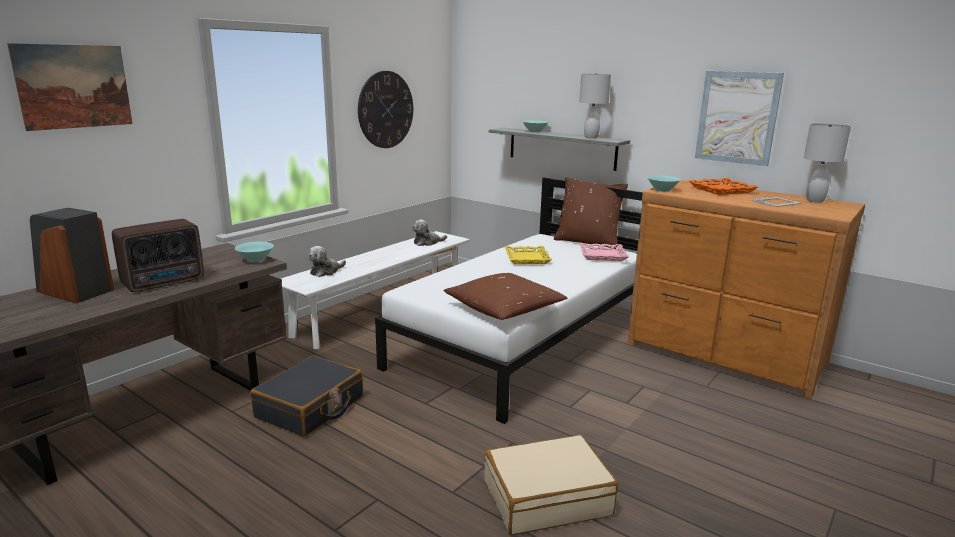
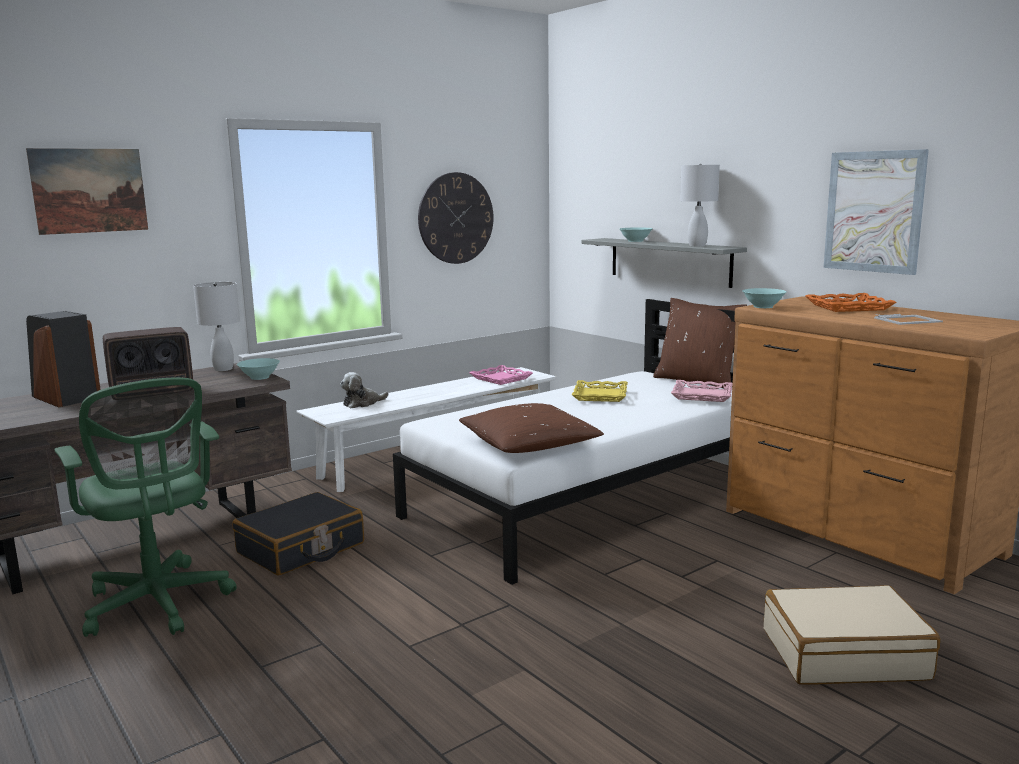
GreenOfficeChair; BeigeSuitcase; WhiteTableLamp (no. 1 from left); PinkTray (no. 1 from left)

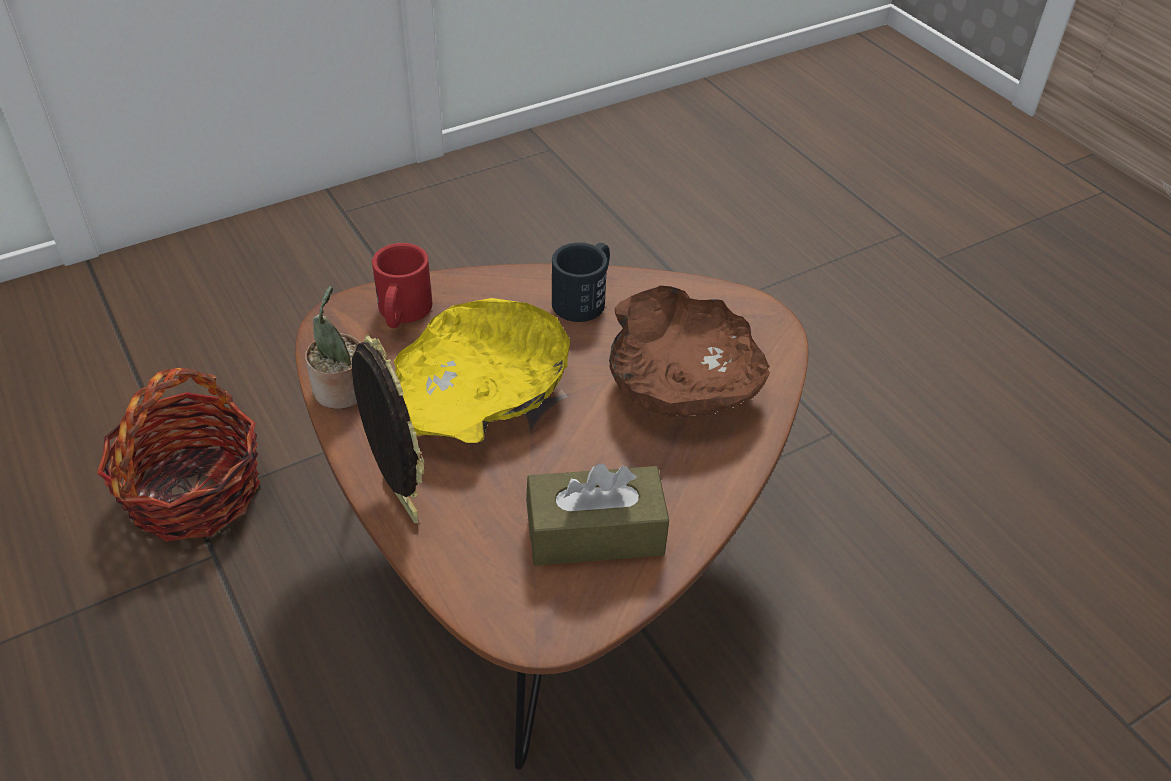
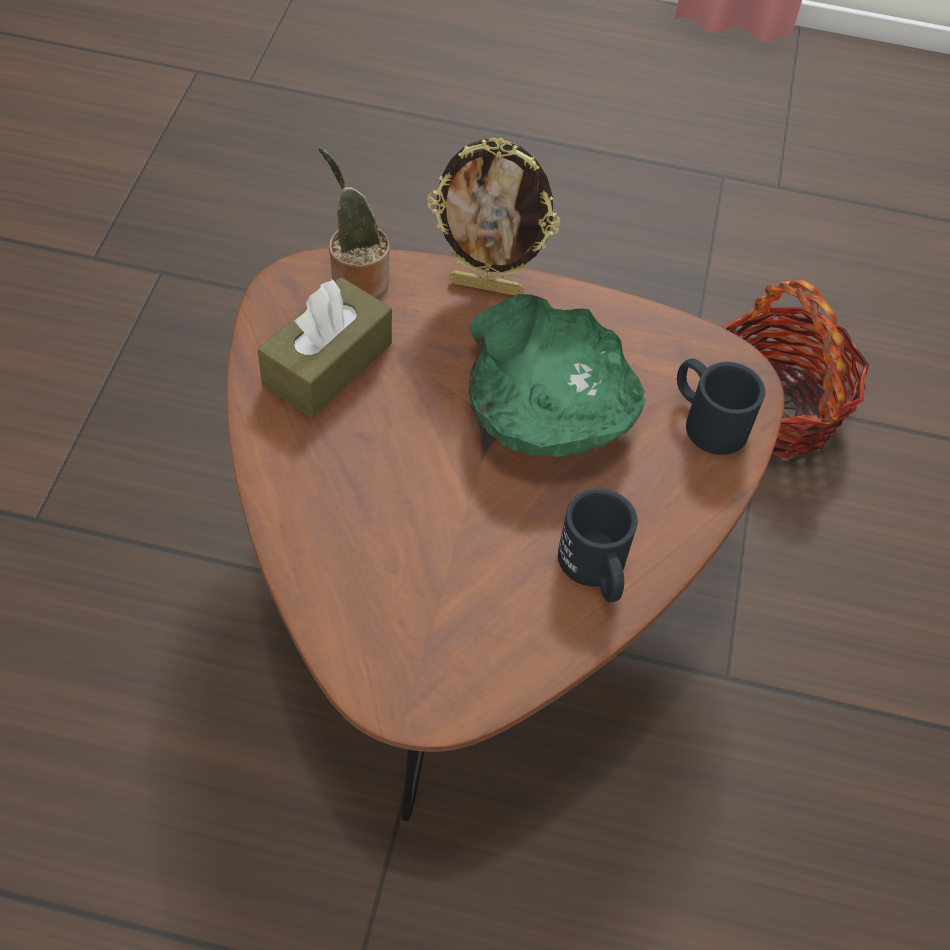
BrownBowl; PottedPlant; BlackMug (no. 2 from left); GreenBowl

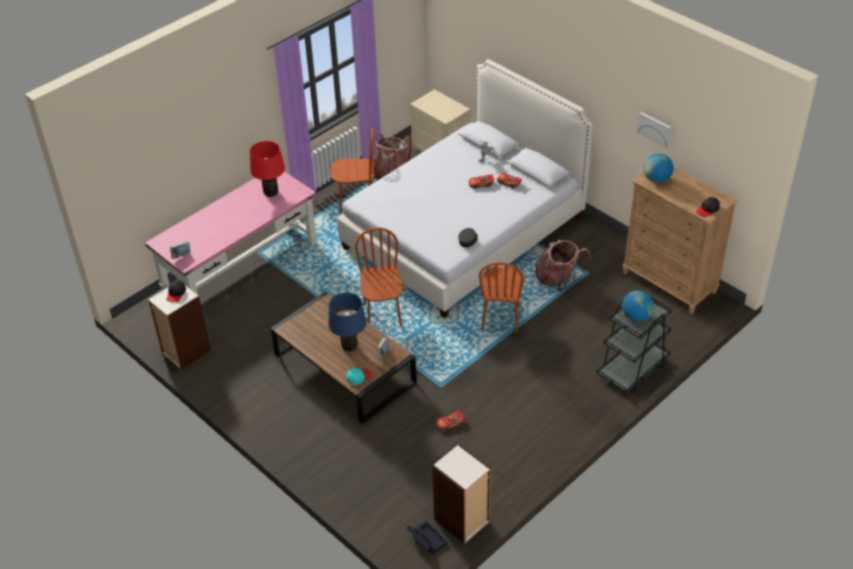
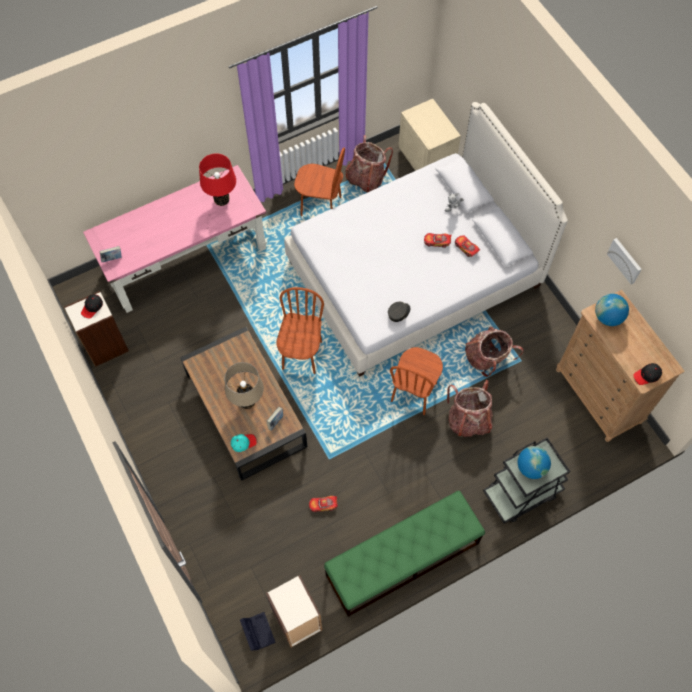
GreenBench; Backpack (no. 2 from left); BeigeTableLamp

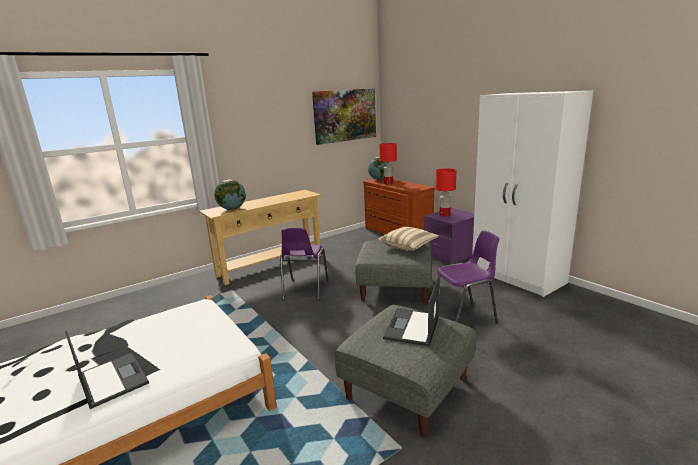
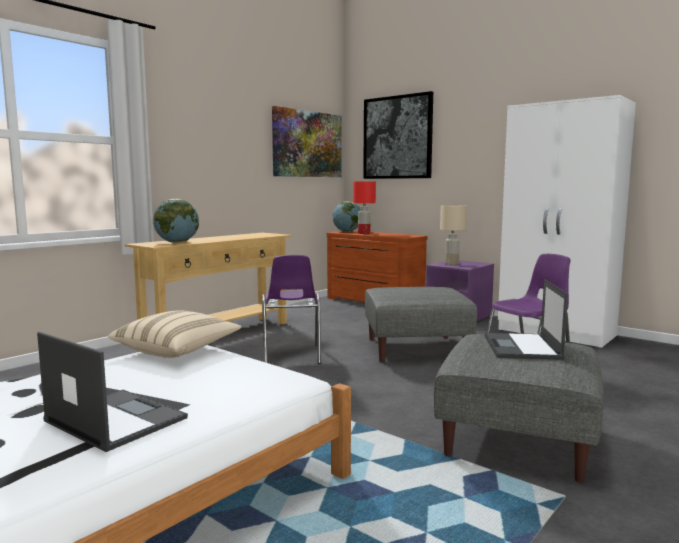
Picture (no. 2 from left); BeigePillow; BeigeTableLamp

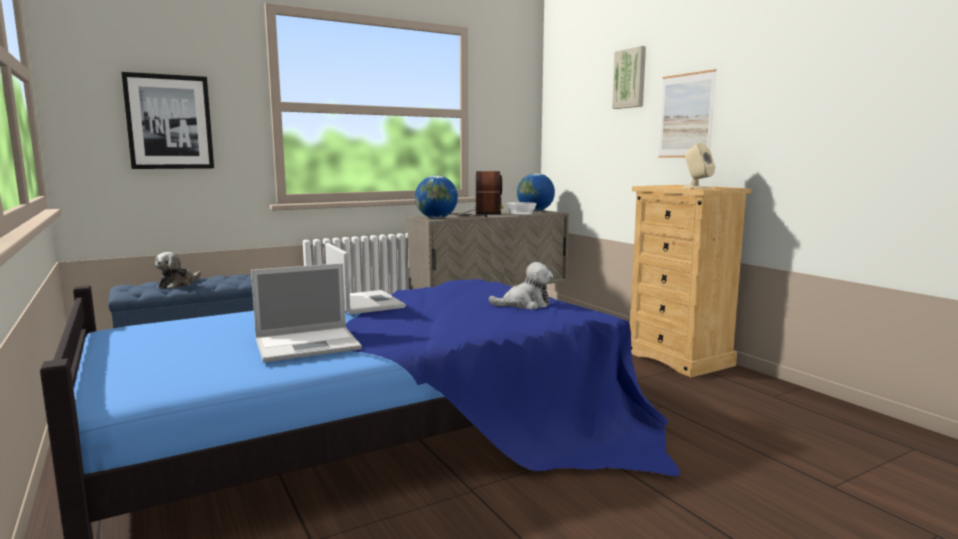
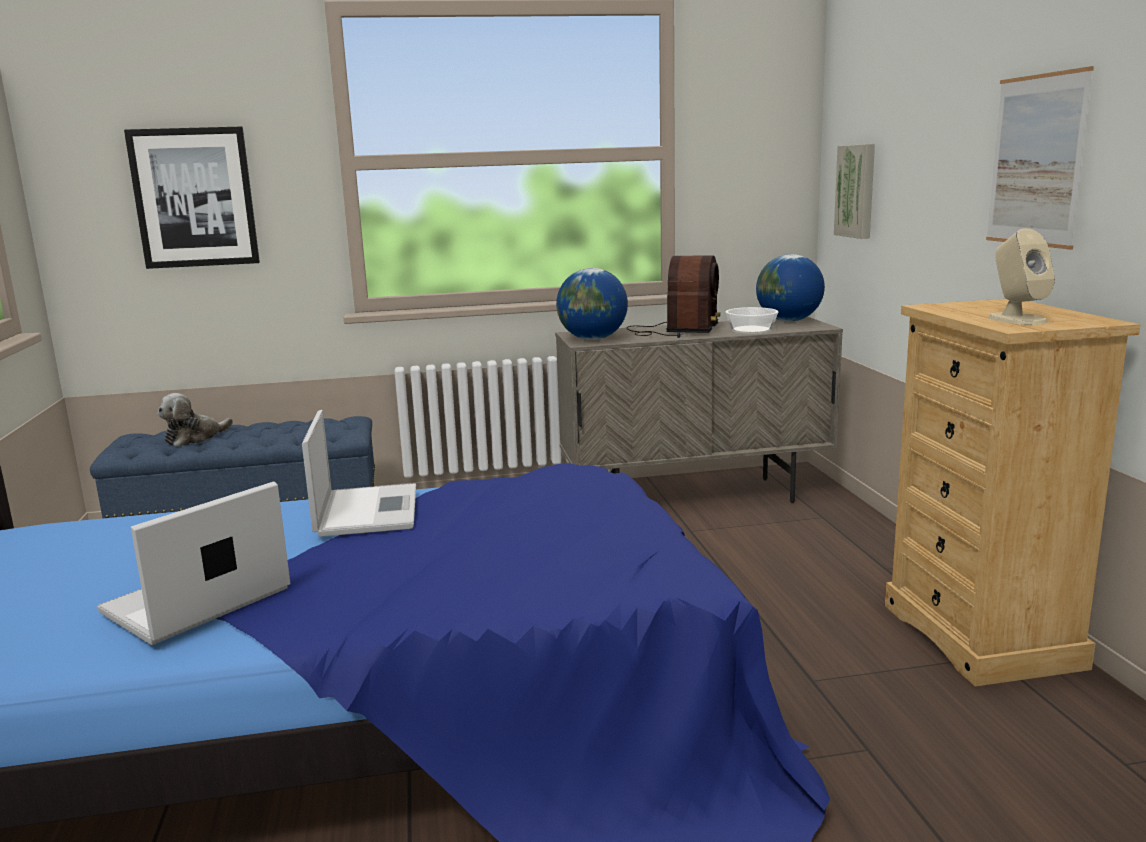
PlushToy (no. 2 from left in the first image); Picture (no. 2 from left); Laptop (no. 1 from left)

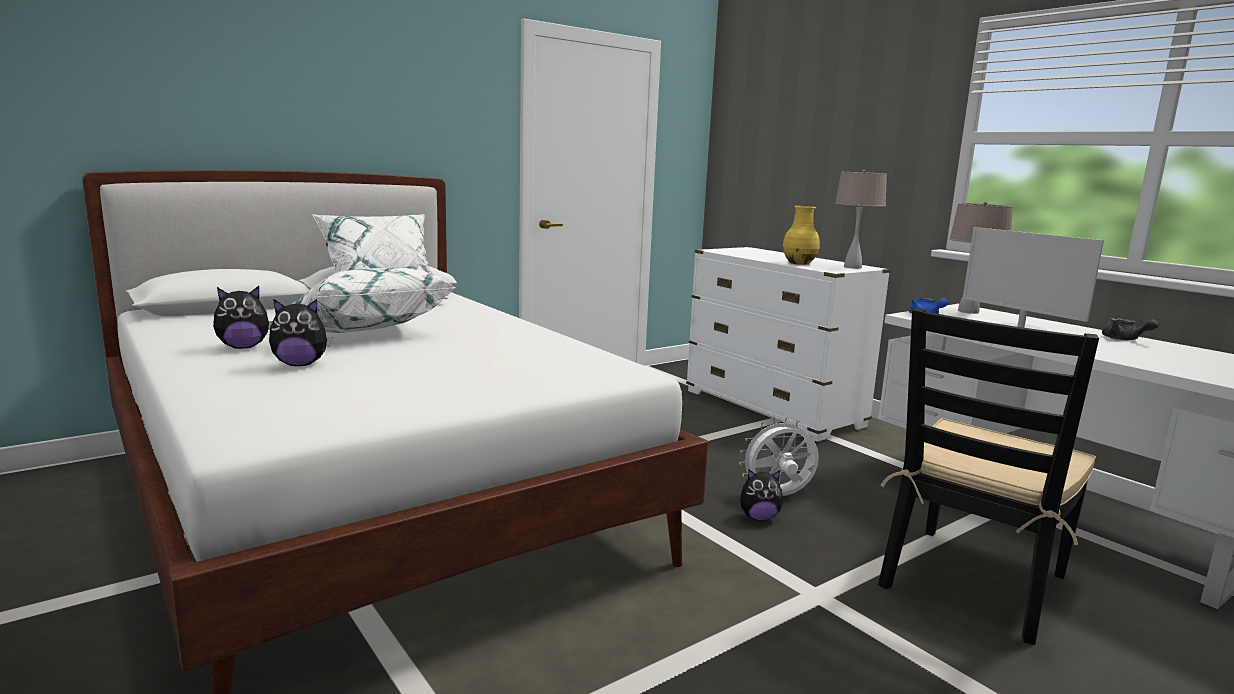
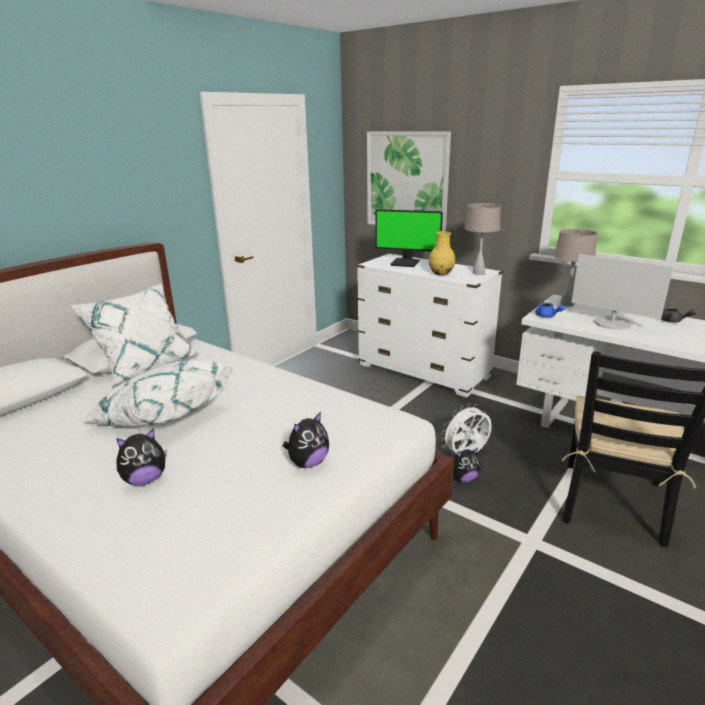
Picture; Monitor (no. 1 from left); PlushToy (no. 2 from left)

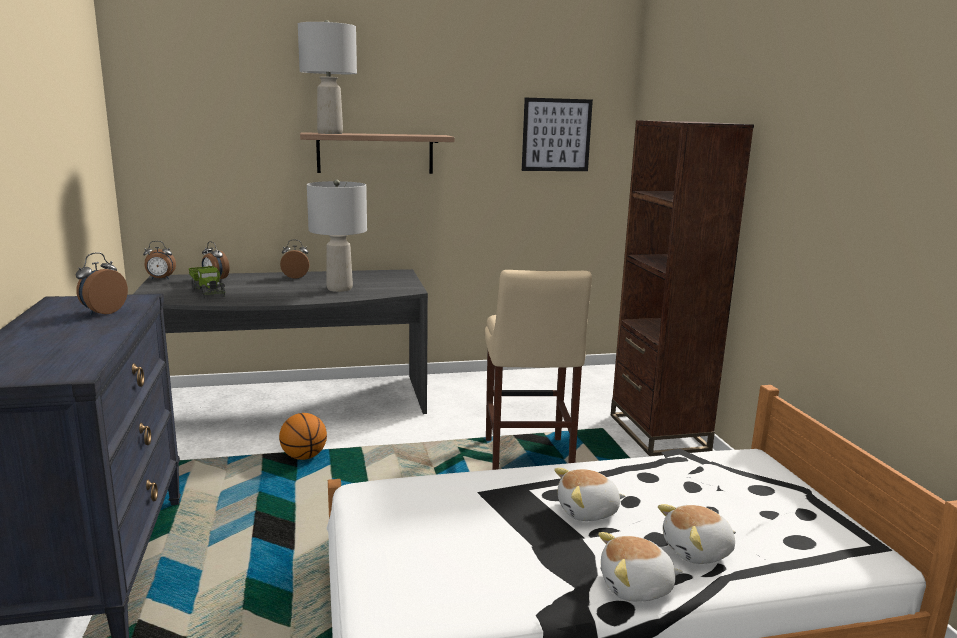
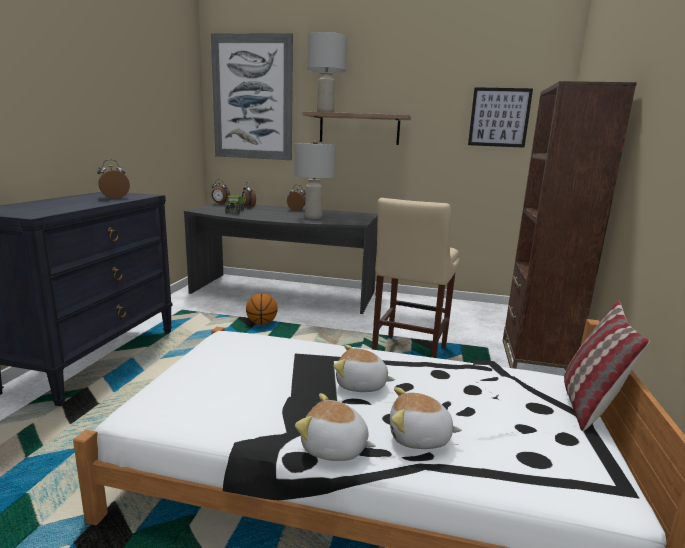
Picture (no. 1 from left); Pillow

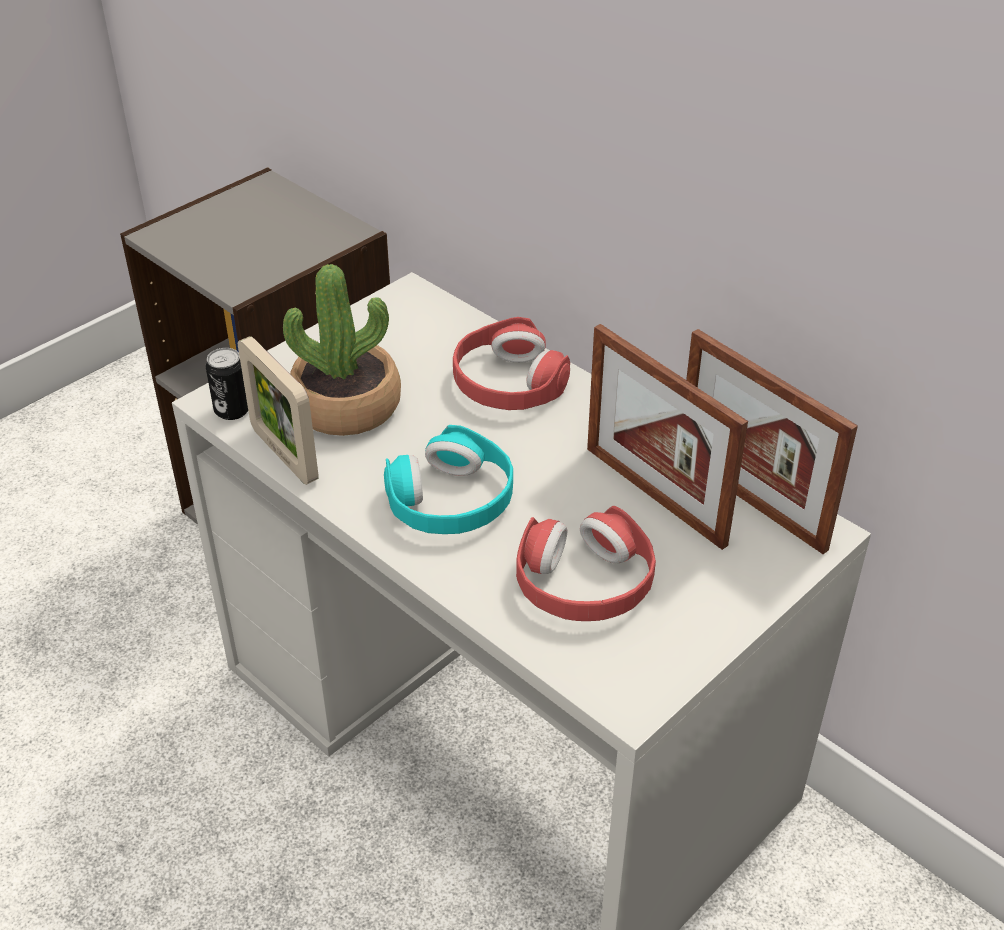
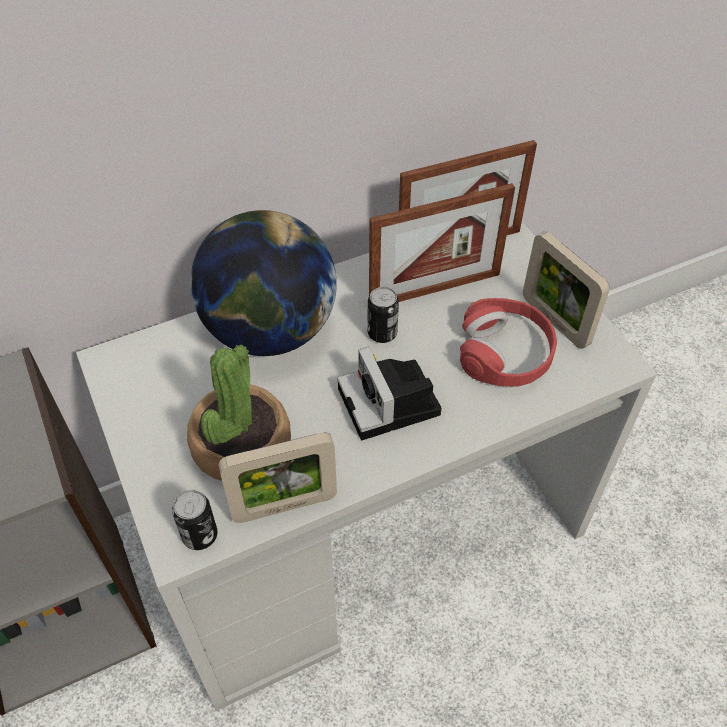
Can (no. 2 from left); PictureFrame (no. 4 from left); PhotoCamera; Globe

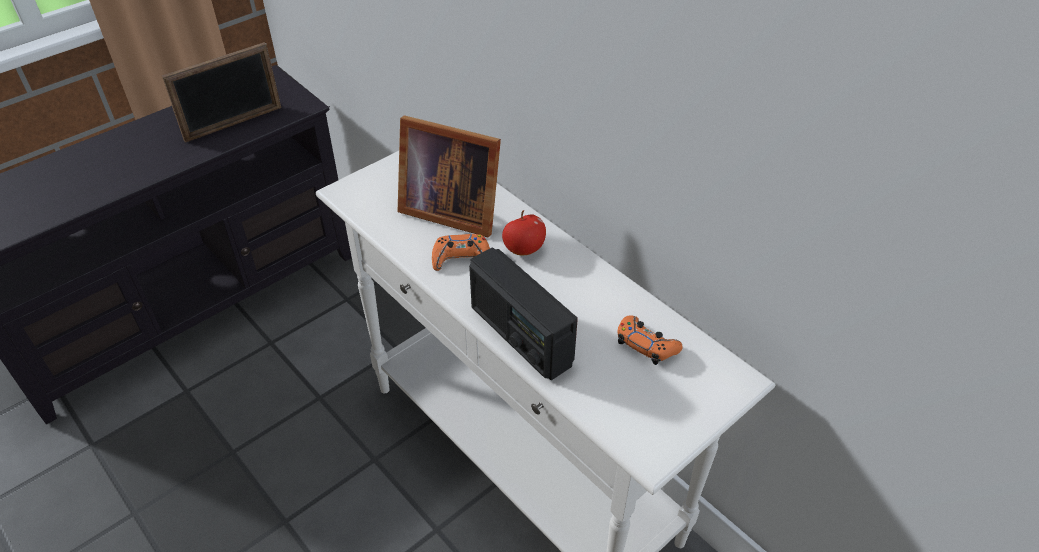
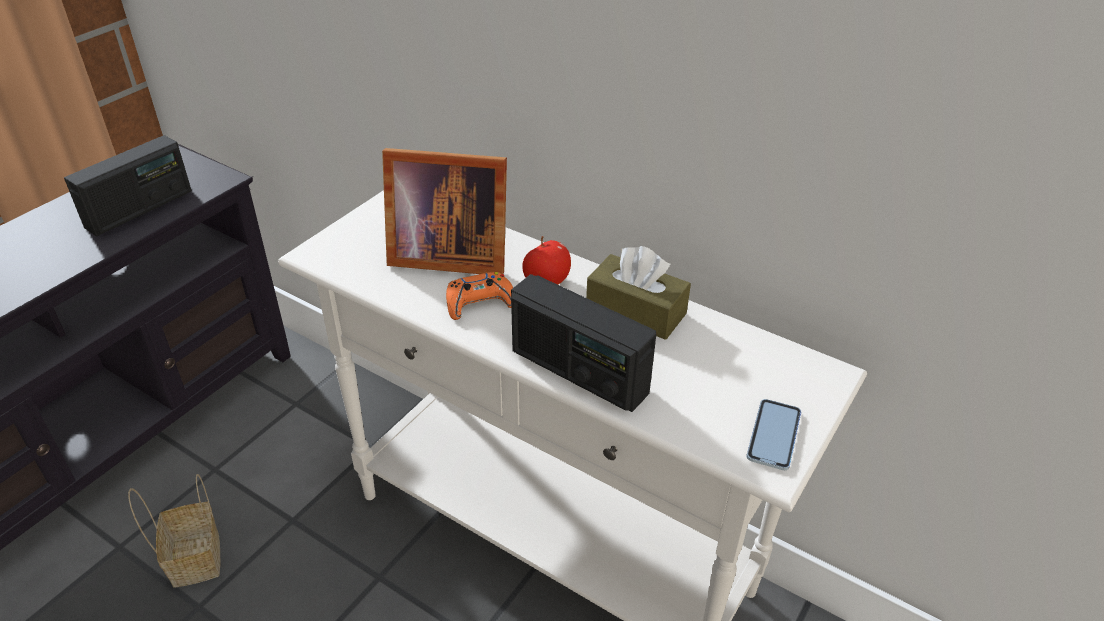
OrangeGameController (no. 2 from left in the first image); Basket; BrownTissueBox; Phone; Radio (no. 1 from left)

